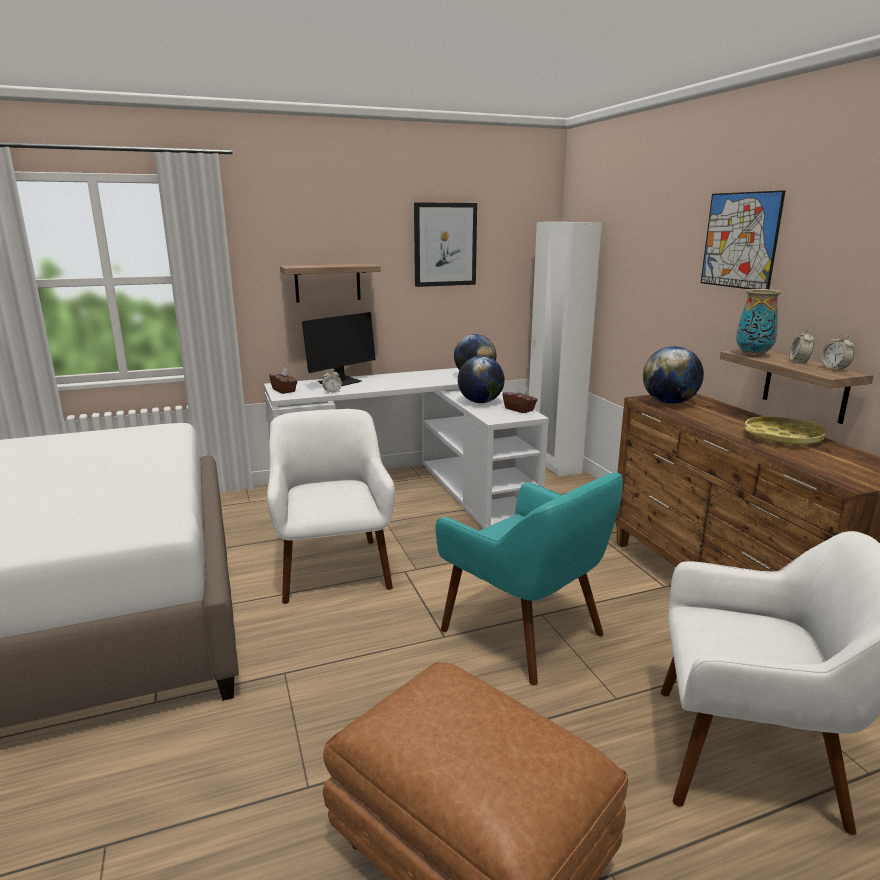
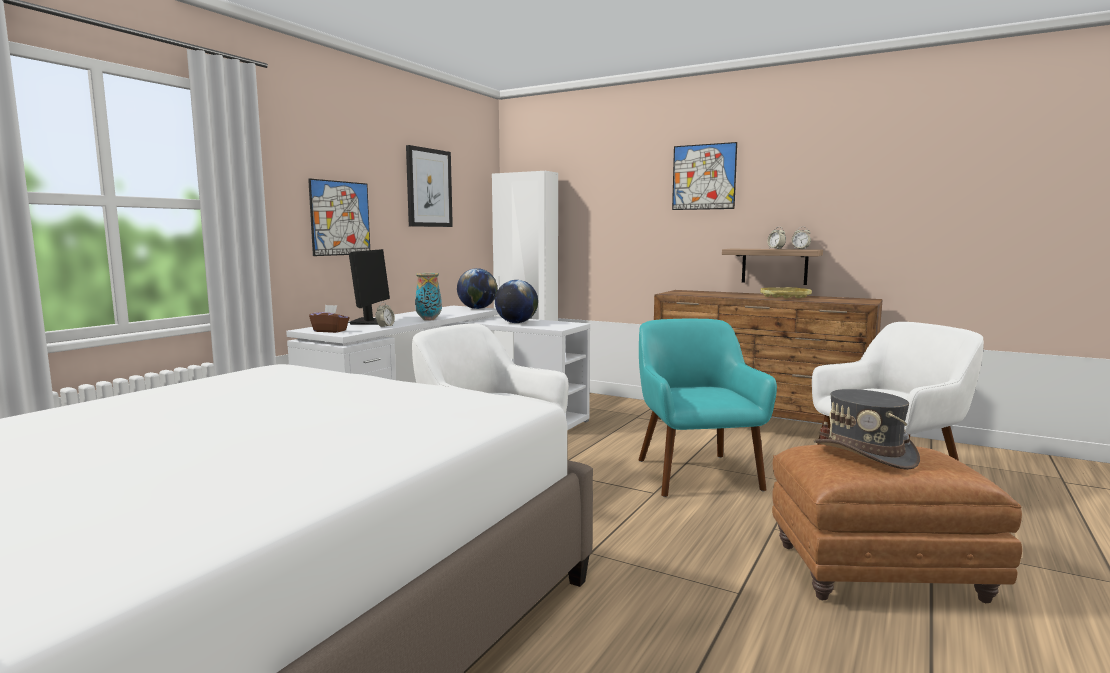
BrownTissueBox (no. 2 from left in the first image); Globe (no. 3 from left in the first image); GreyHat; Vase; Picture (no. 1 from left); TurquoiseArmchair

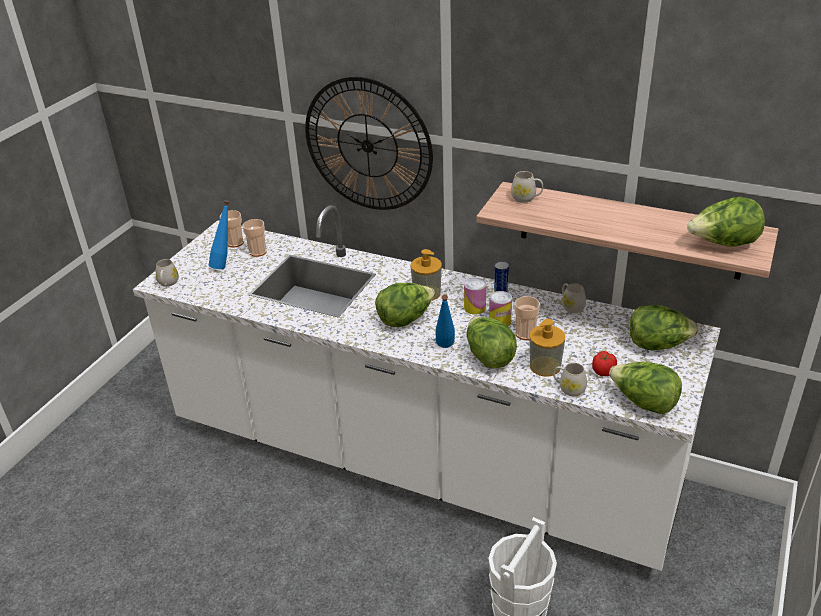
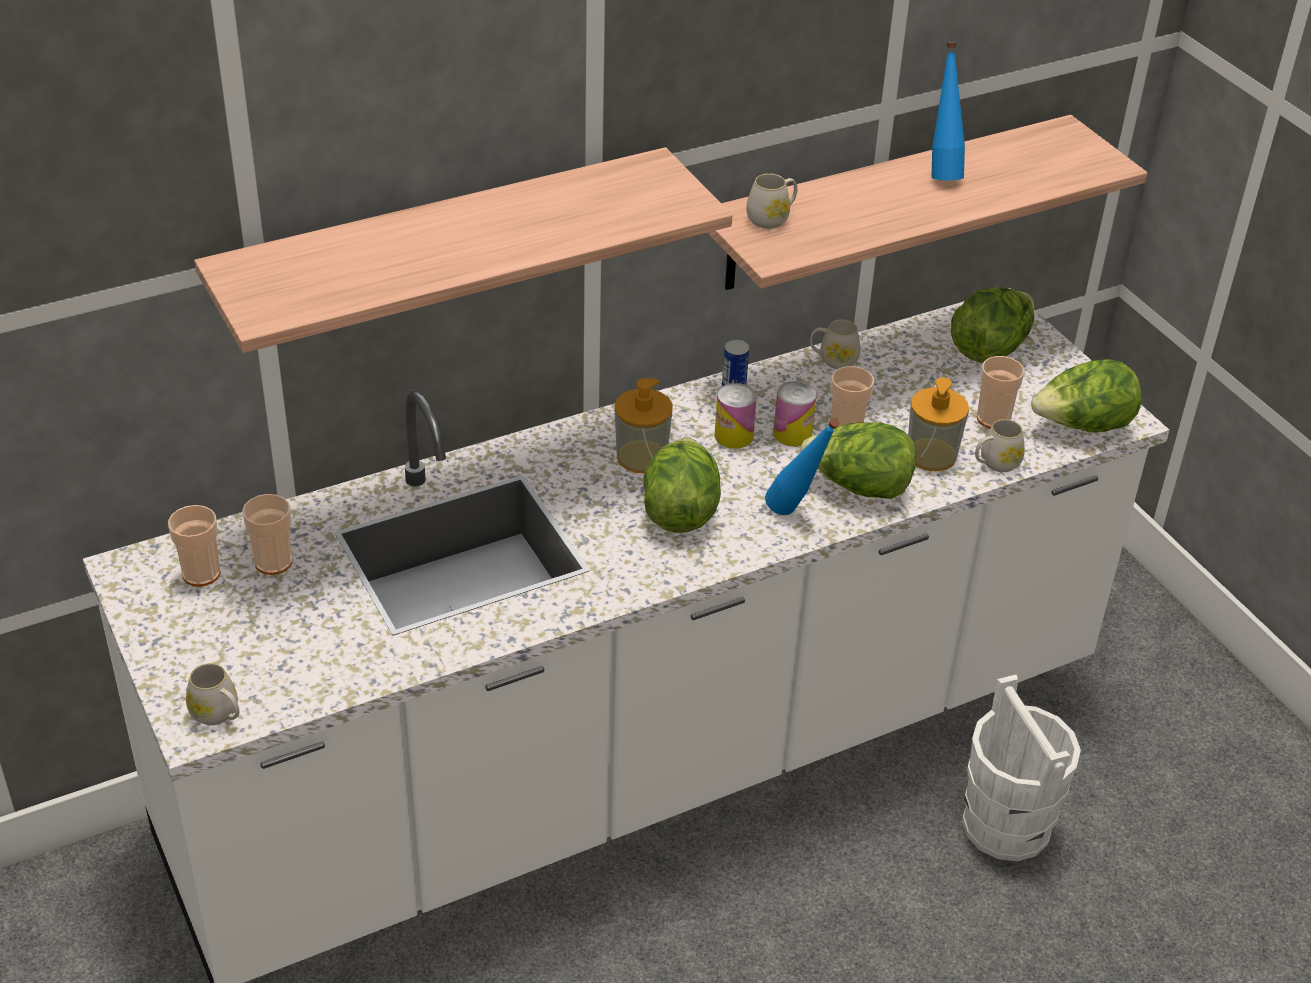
Lettuce (no. 5 from left in the first image); BlueBottle (no. 2 from left); Shelf (no. 1 from left); Cup (no. 4 from left)

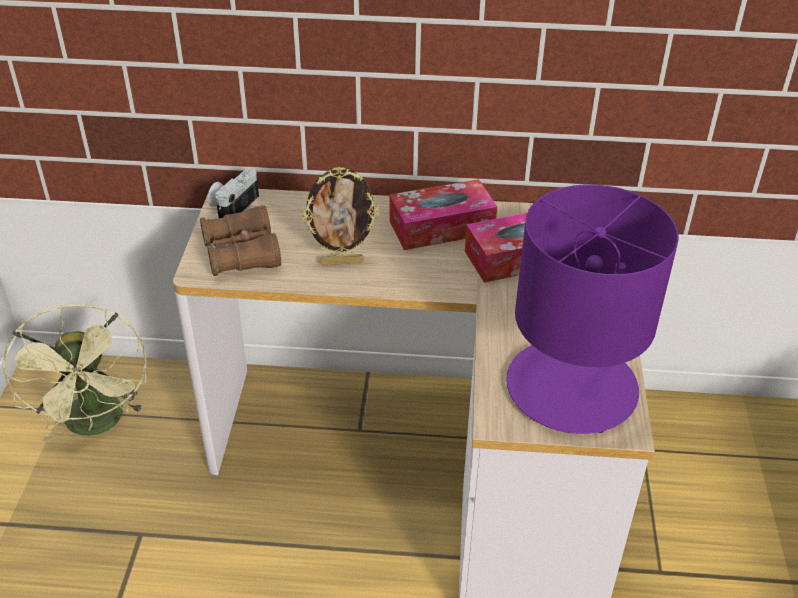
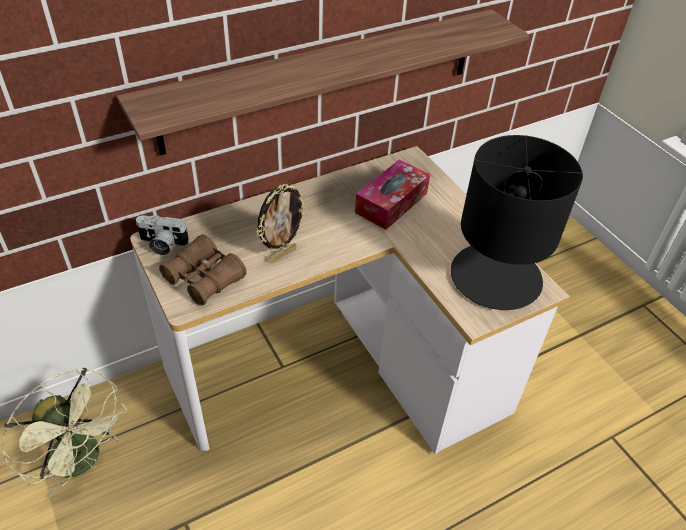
TissueBox (no. 1 from left in the first image); Shelf; BlackTableLamp; PhotoCamera

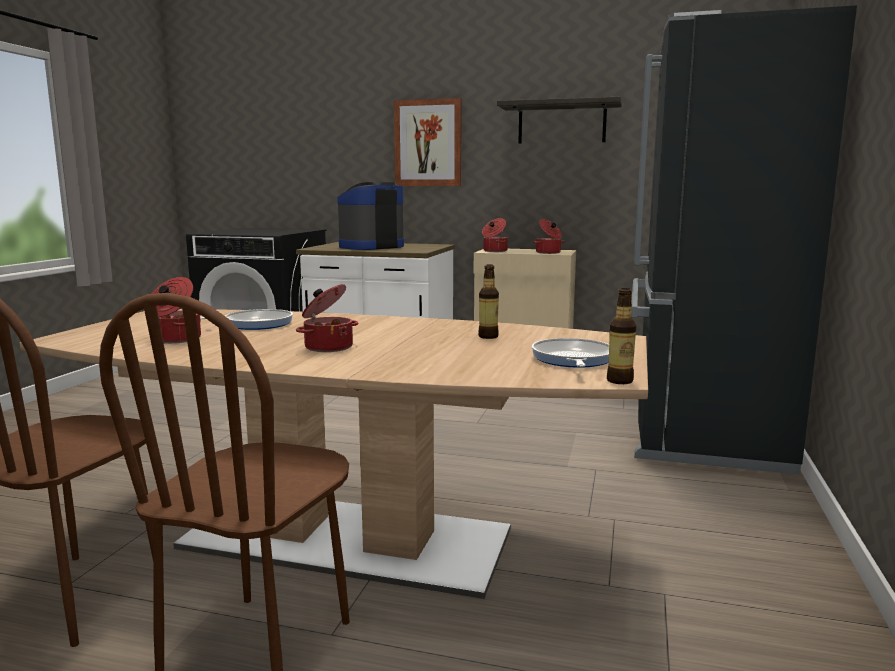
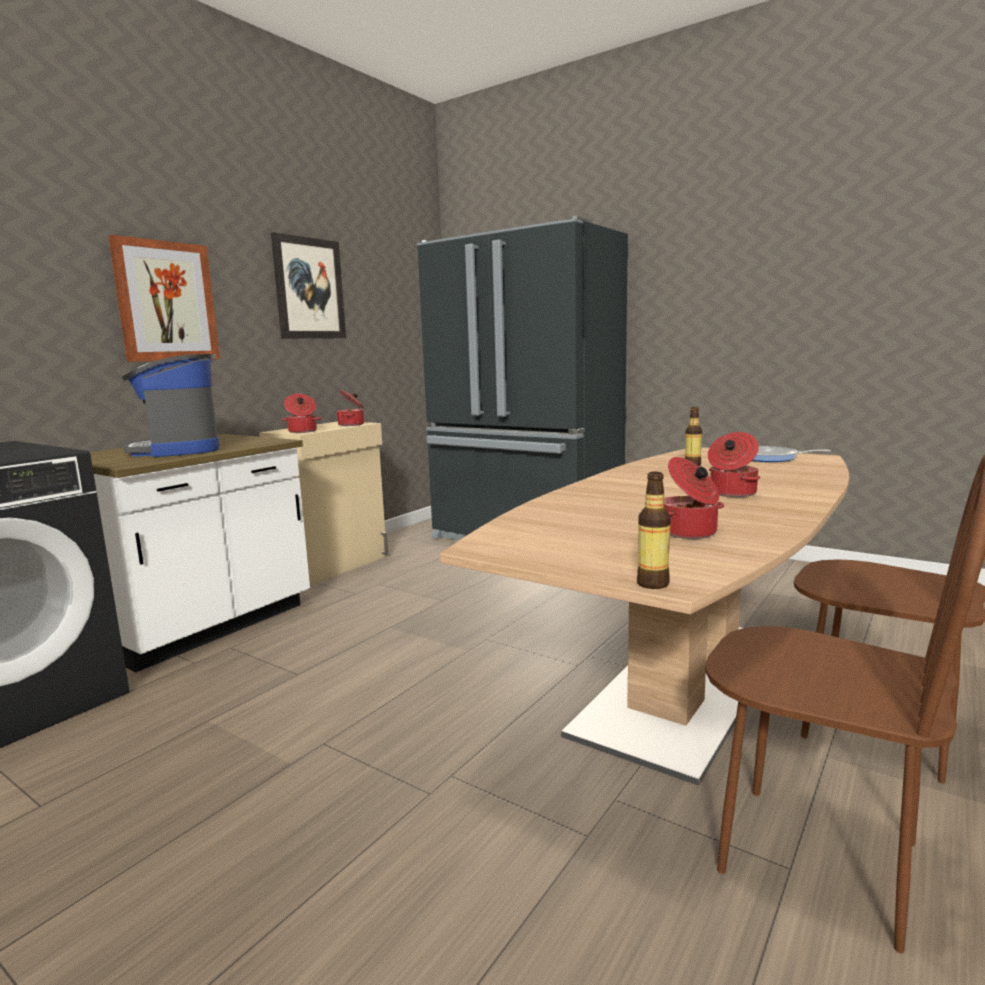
FryingPan (no. 1 from left in the first image); Bottle (no. 1 from left); Picture (no. 2 from left)

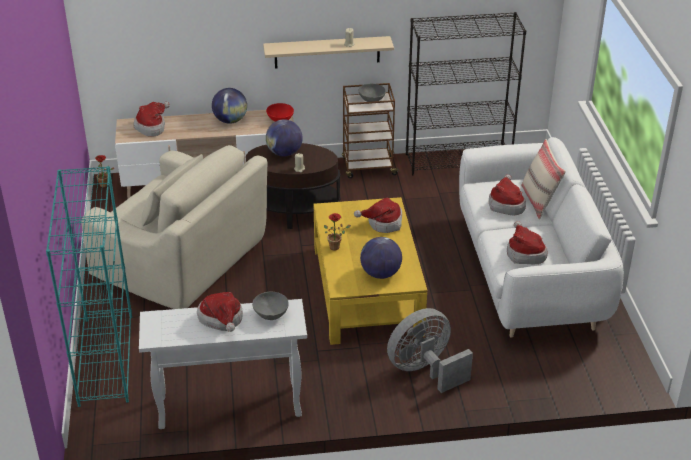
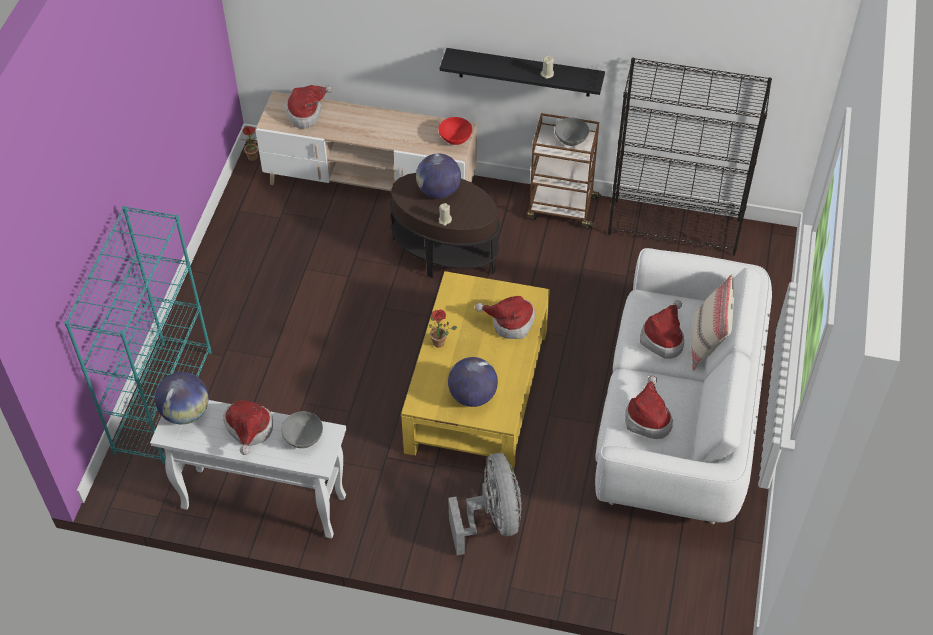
BeigeArmchair; Globe (no. 1 from left); BlackShelf; GreyFan

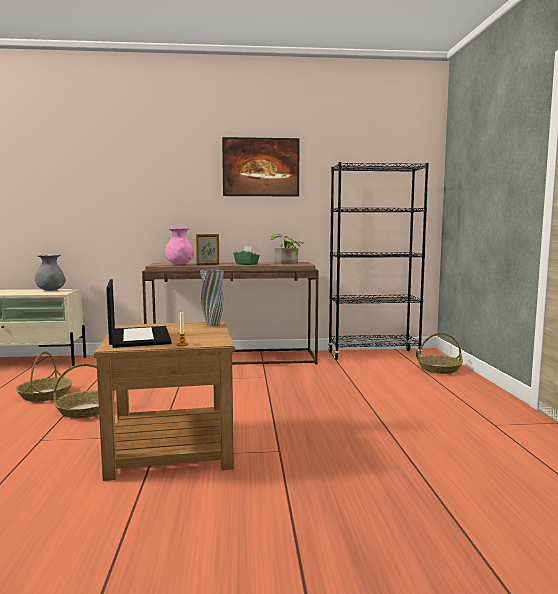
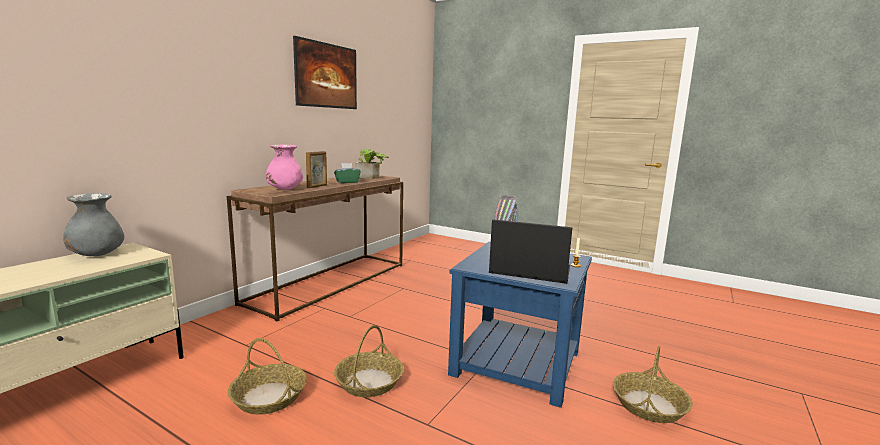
BlackBookcase; Basket (no. 3 from left); BlueSideTable

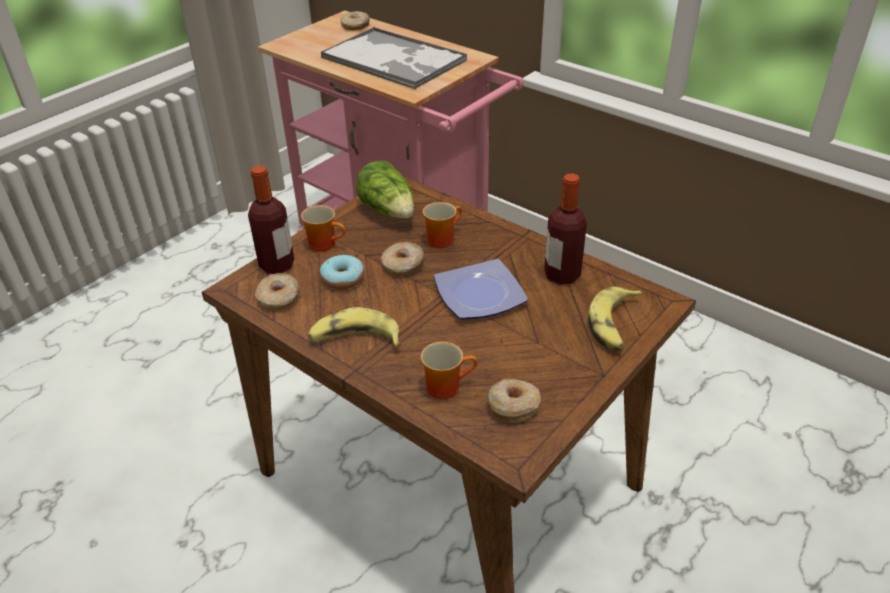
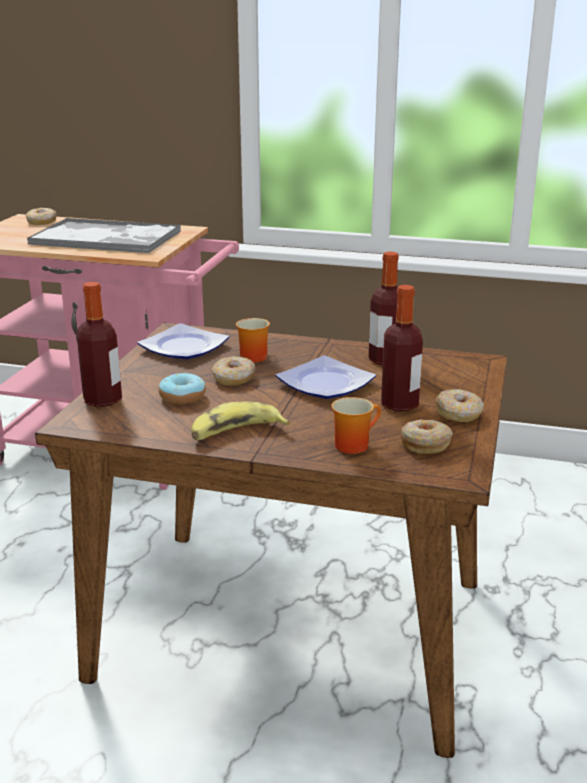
Mug (no. 1 from left in the first image); Banana (no. 2 from left in the first image); Bottle (no. 3 from left); Donut (no. 5 from left); Plate (no. 1 from left)

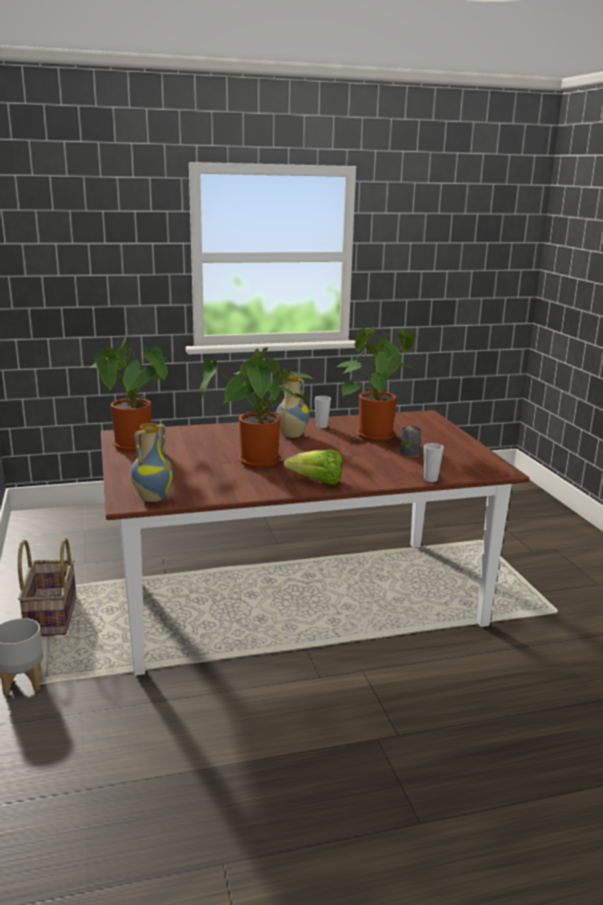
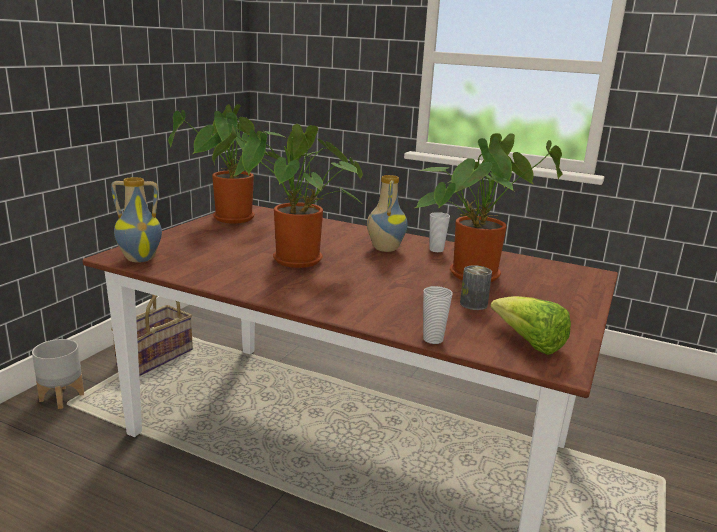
Lettuce

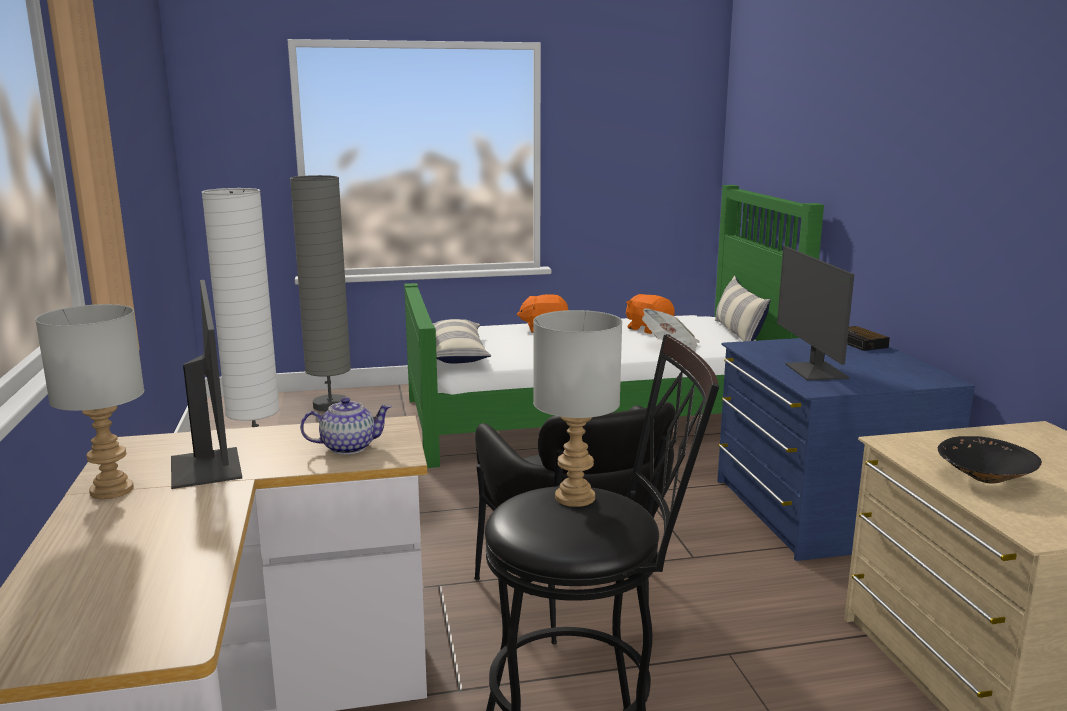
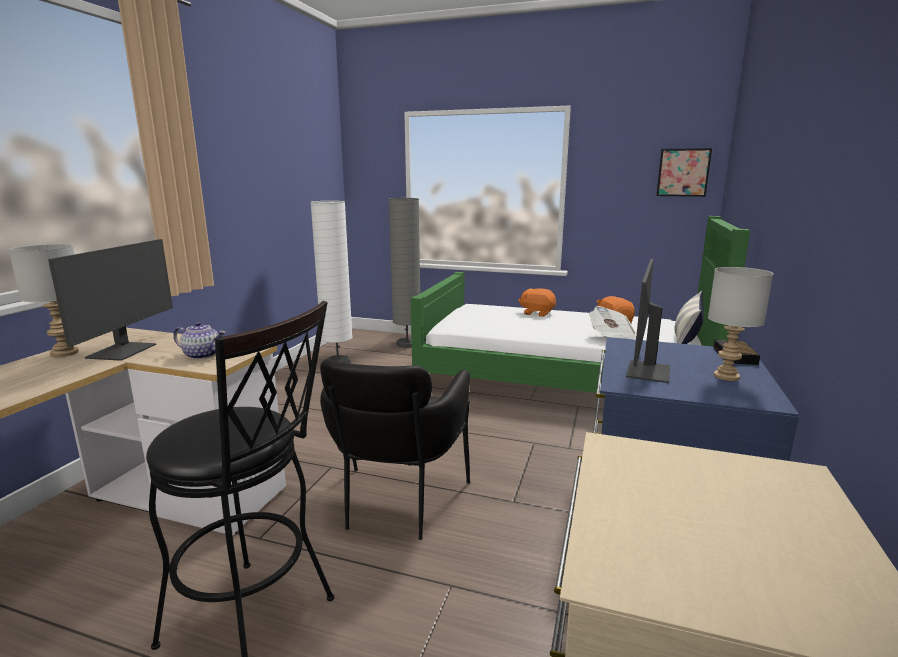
Pillow (no. 1 from left in the first image); BlackBowl; Picture; GreyTableLamp (no. 2 from left)

